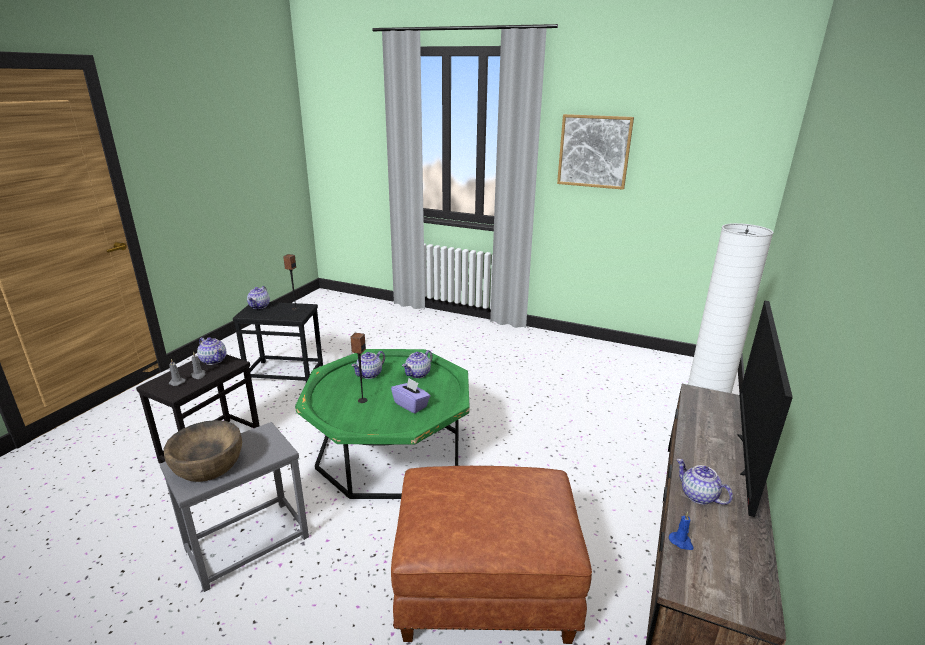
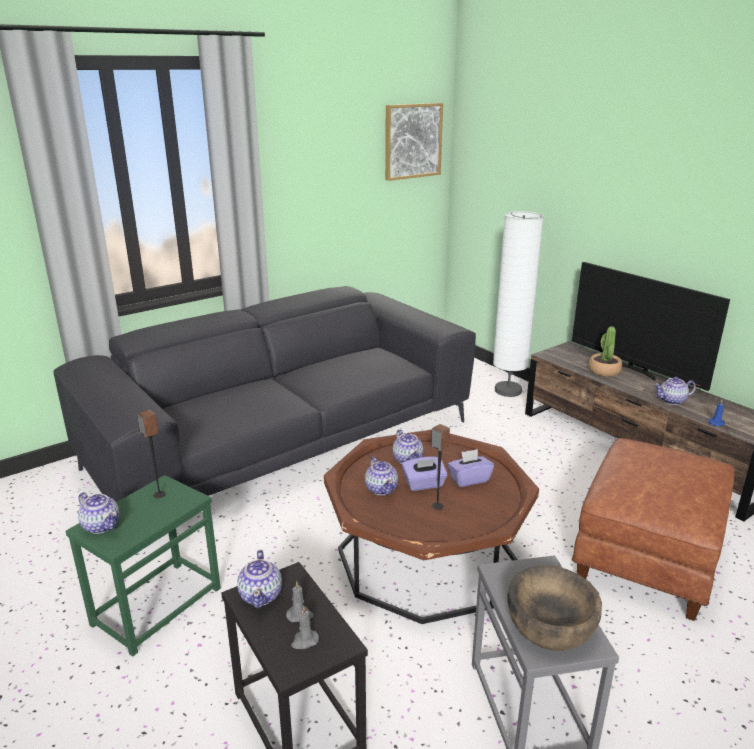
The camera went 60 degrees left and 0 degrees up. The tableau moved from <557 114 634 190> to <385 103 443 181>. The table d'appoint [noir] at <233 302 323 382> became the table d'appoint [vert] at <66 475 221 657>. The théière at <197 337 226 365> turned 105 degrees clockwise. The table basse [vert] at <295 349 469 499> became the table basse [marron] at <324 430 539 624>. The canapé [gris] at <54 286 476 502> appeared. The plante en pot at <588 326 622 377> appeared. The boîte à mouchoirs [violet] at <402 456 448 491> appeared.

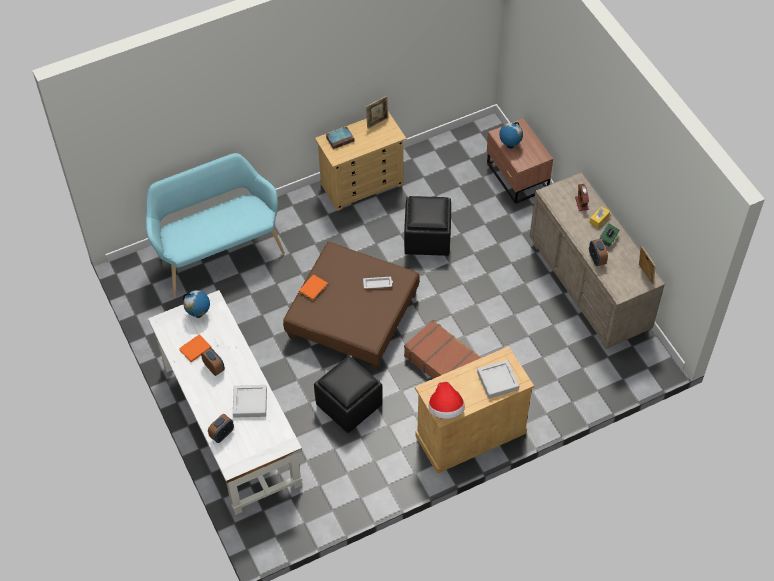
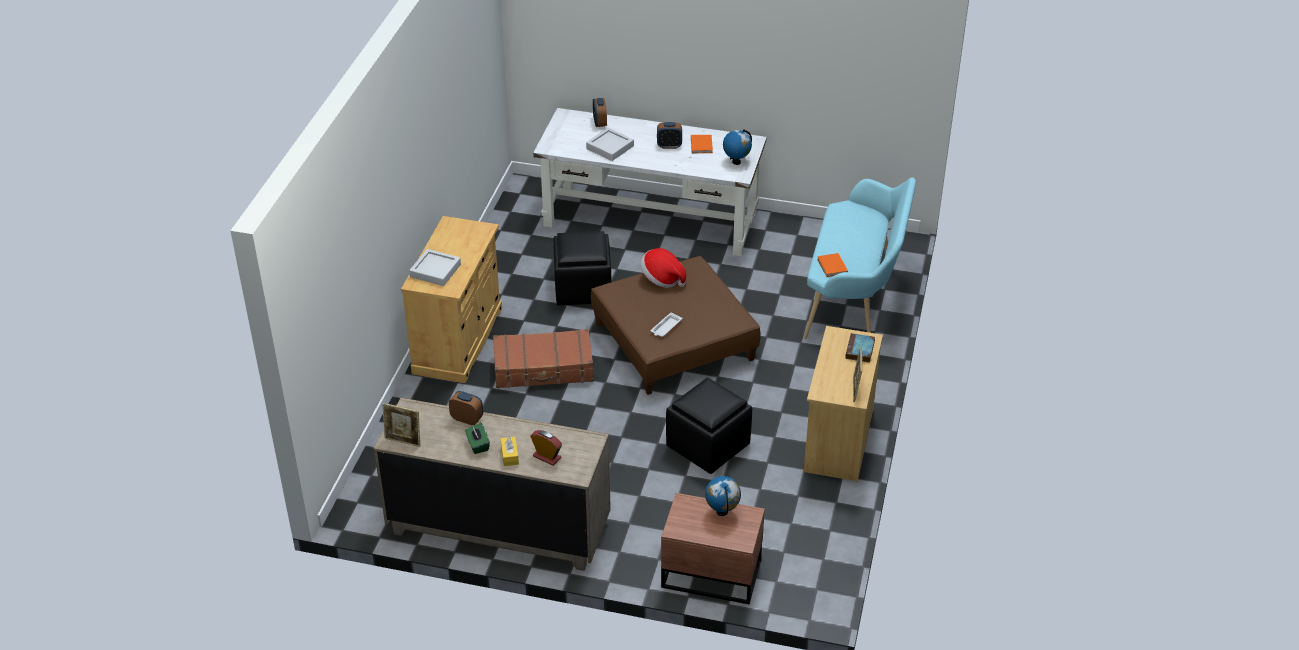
The camera went 130 degrees right and 15 degrees down. The livre [orange] moved from <299 274 328 301> to <817 253 848 277>. The chapeau moved from <429 382 465 419> to <641 248 686 288>.

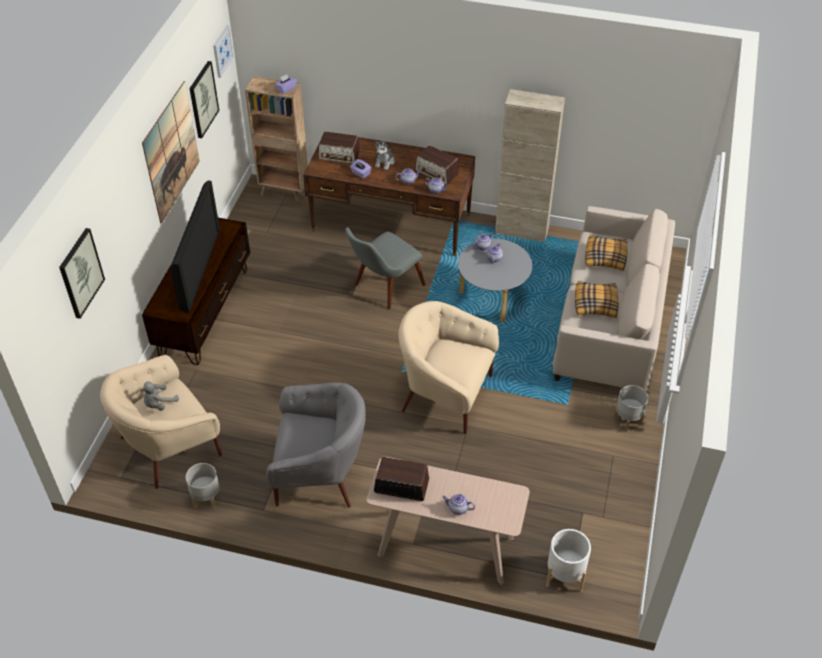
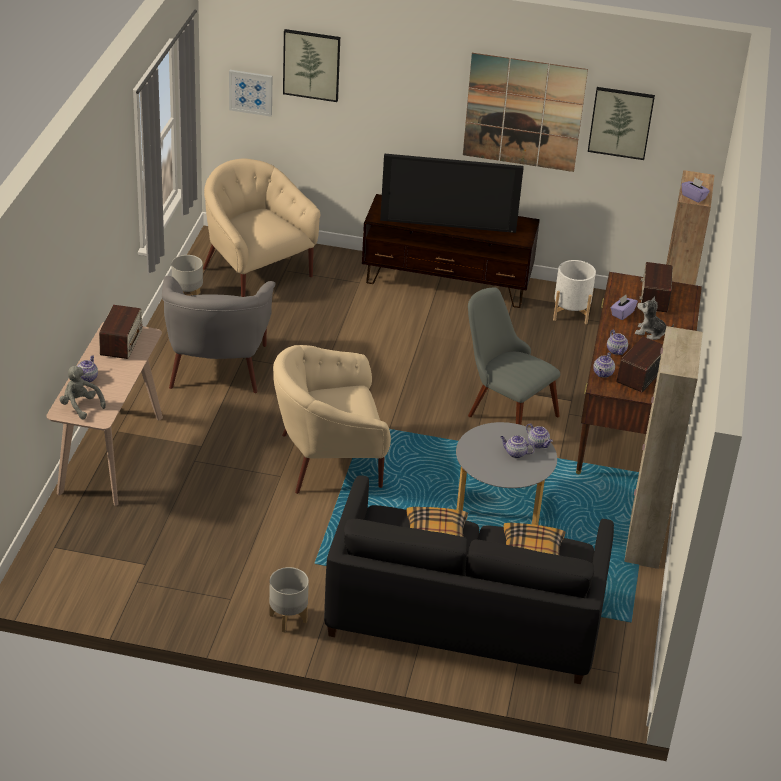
The camera went 85 degrees right and 10 degrees down. The tableau moved from <213 25 234 78> to <229 70 272 116>. The canapé [beige] at <553 206 675 391> became the canapé [noir] at <324 475 614 684>. The fauteuil [beige] at <398 301 499 434> turned 120 degrees counterclockwise. The peluche [gris] moved from <141 381 179 411> to <60 366 106 420>. The cache-pot [blanc] moved from <546 529 591 592> to <553 260 596 324>.

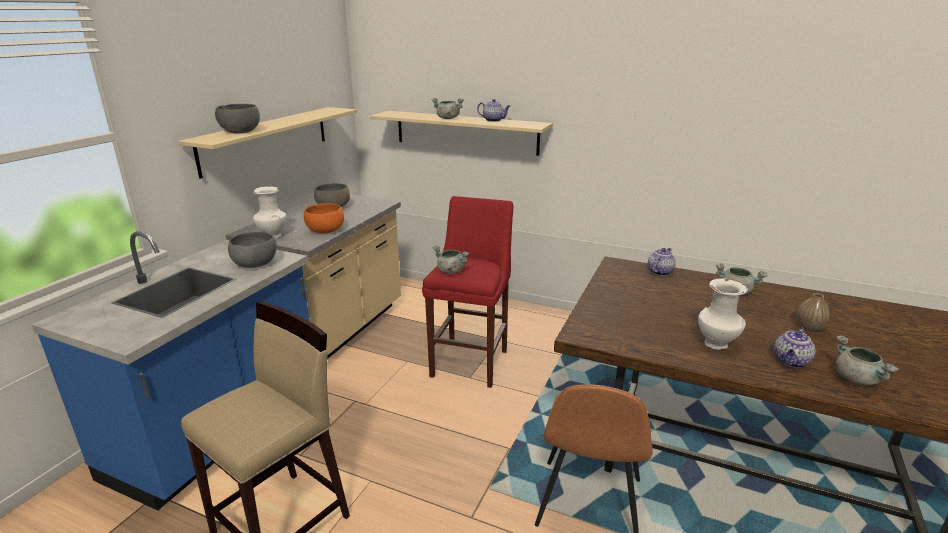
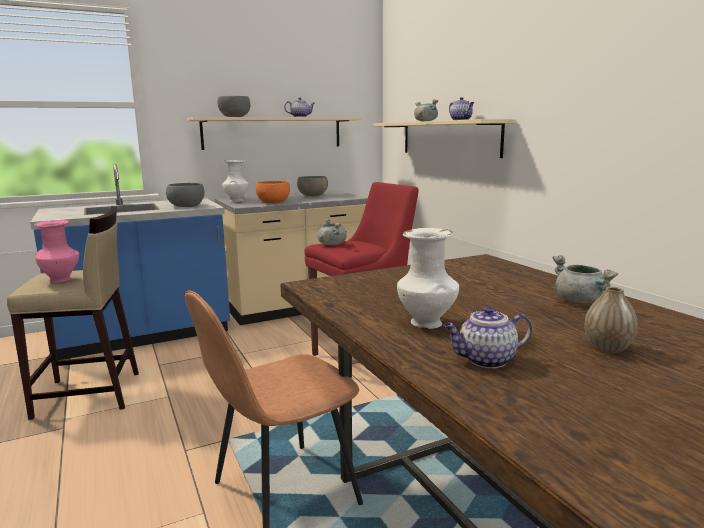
The camera went 40 degrees right and 10 degrees down. The théière moved from <648 248 676 276> to <284 98 315 117>. The marmite [gris] at <836 335 899 385> disappeared. The vase [rose] at <34 220 79 283> appeared.

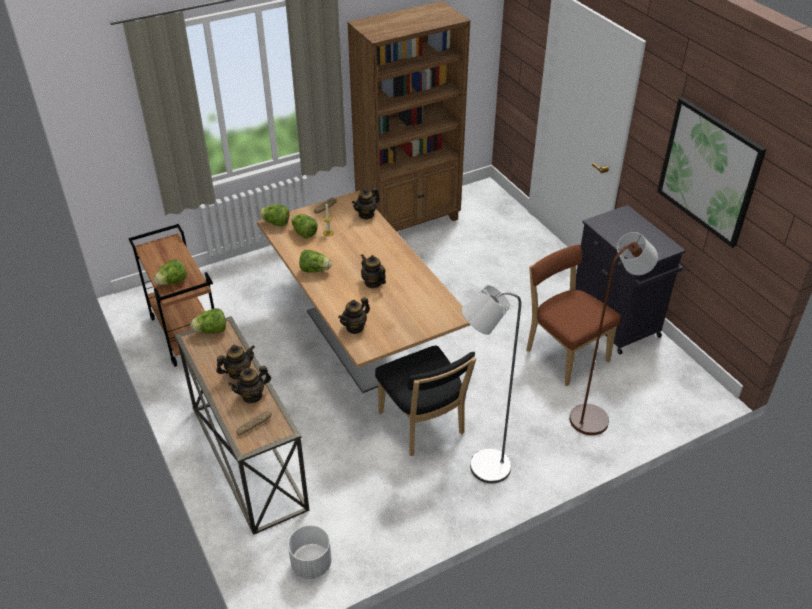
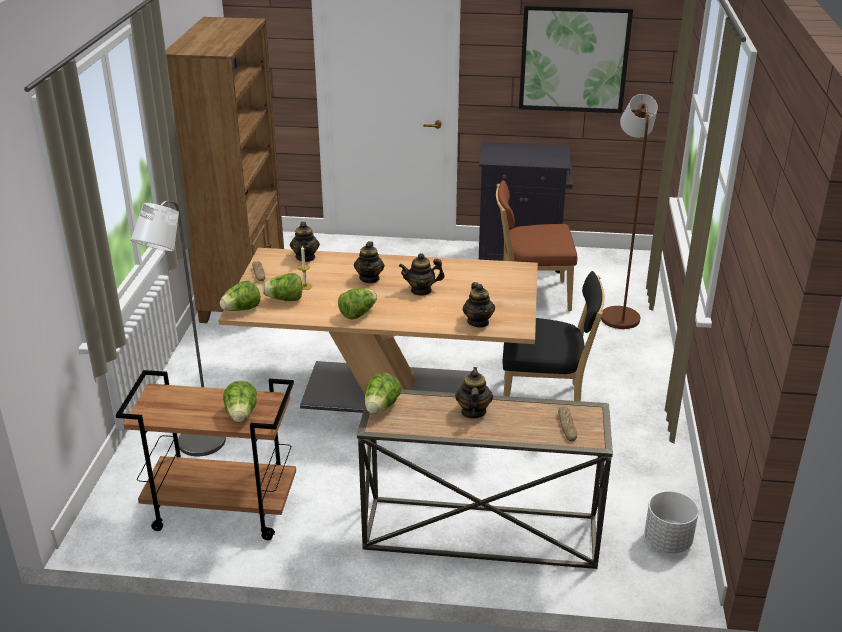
The camera went 55 degrees left and 10 degrees down. The lampadaire [gris] moved from <462 285 521 483> to <131 200 226 456>. The théière moved from <228 366 271 403> to <354 241 384 283>.

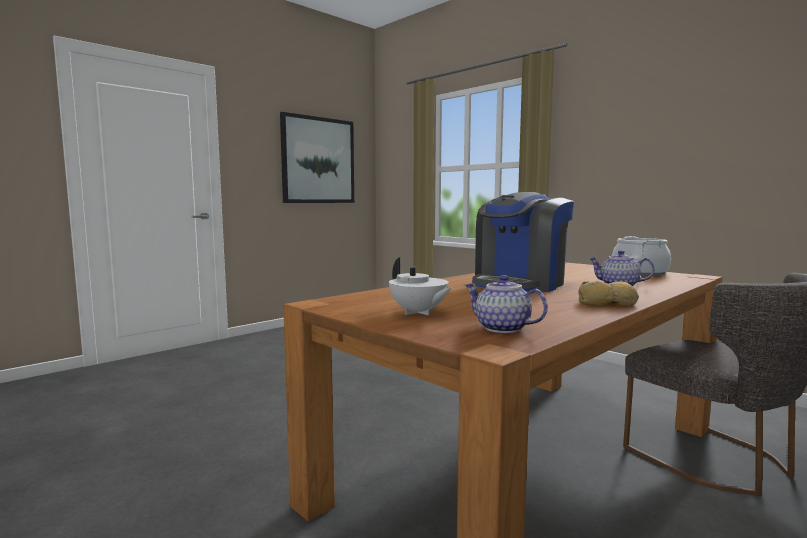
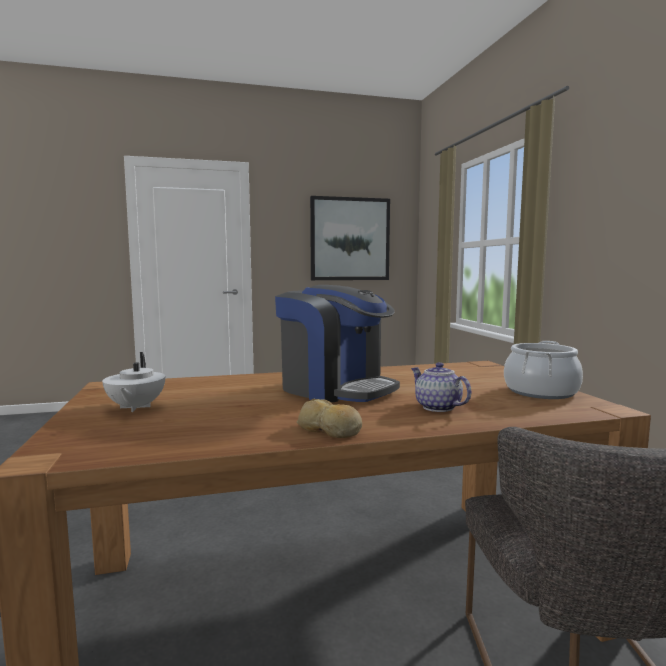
The camera went 30 degrees right and 0 degrees up. The machine à café at <472 192 575 292> turned 120 degrees counterclockwise. The théière at <465 275 548 333> disappeared.

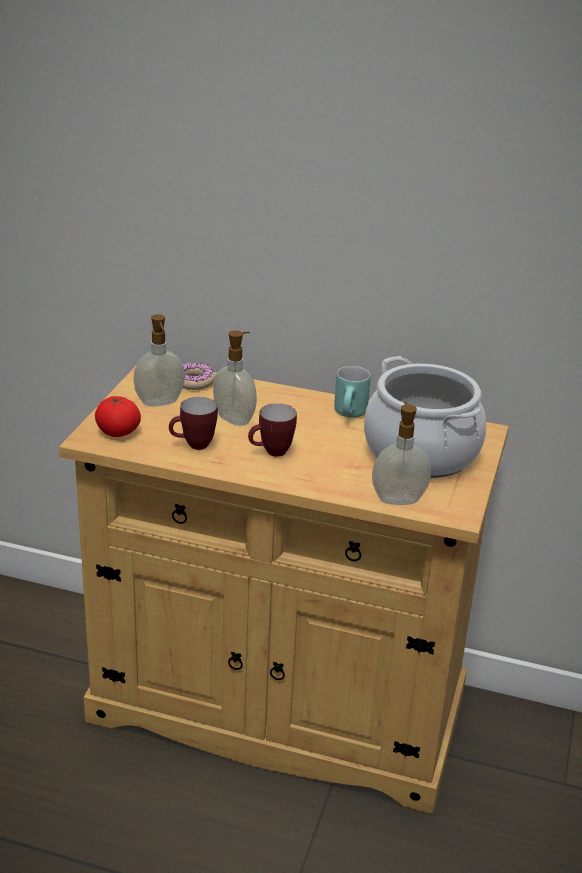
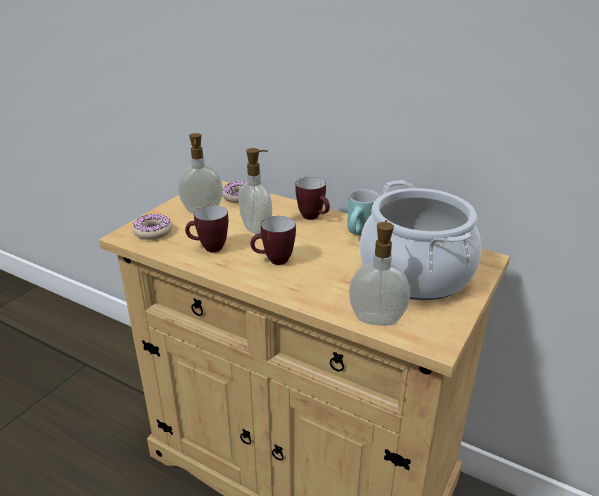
The camera went 15 degrees right and 0 degrees up. The tomate at <95 396 141 437> was replaced by the beignet at <132 214 172 240>. The mug at <295 177 330 220> appeared.

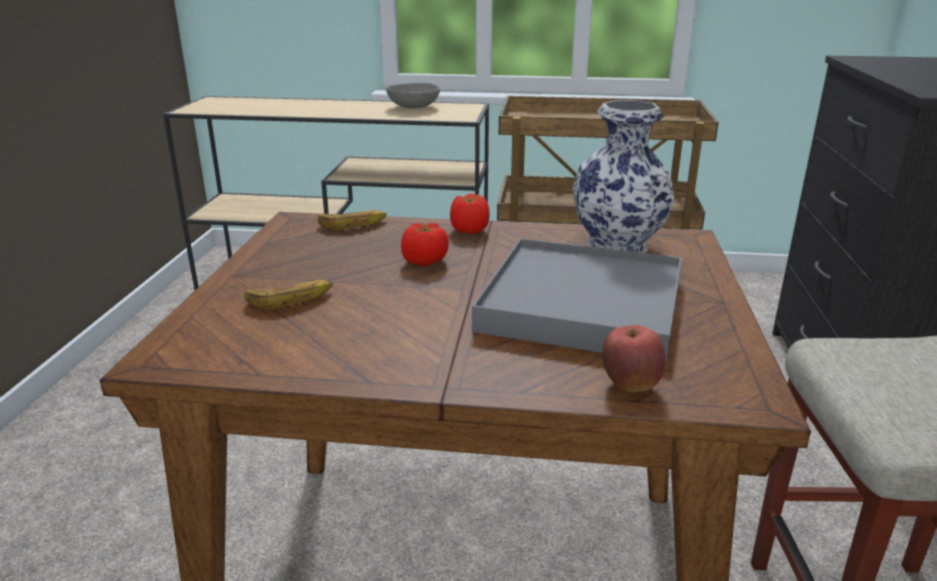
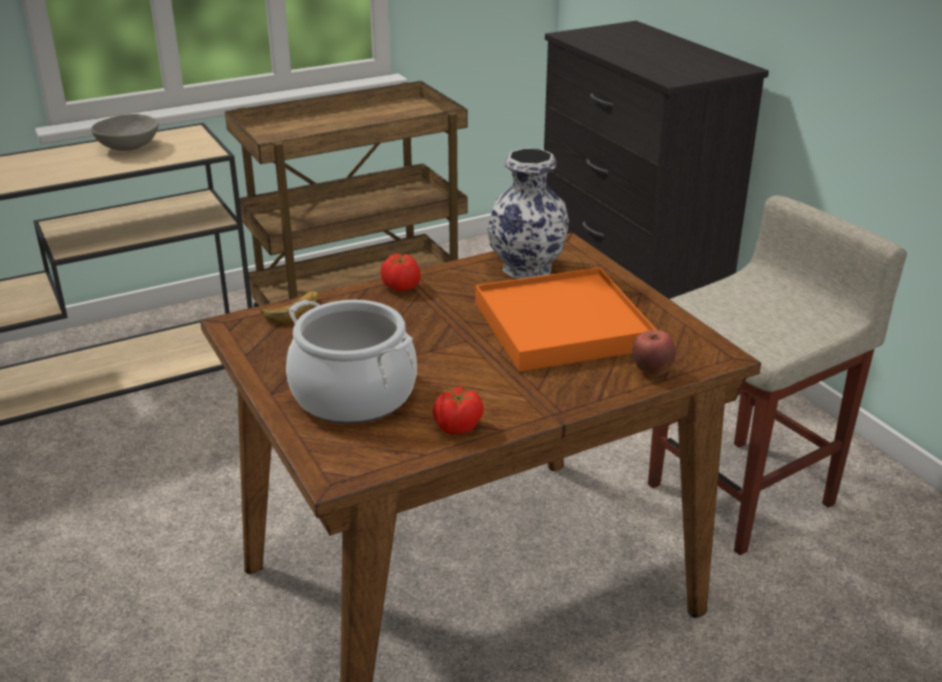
The camera went 35 degrees left and 5 degrees up. The tomate moved from <401 223 449 266> to <433 387 483 435>. The plateau [gris] at <472 238 682 363> became the plateau [orange] at <476 268 656 372>. The banane at <244 280 333 310> was replaced by the marmite at <286 300 417 424>.

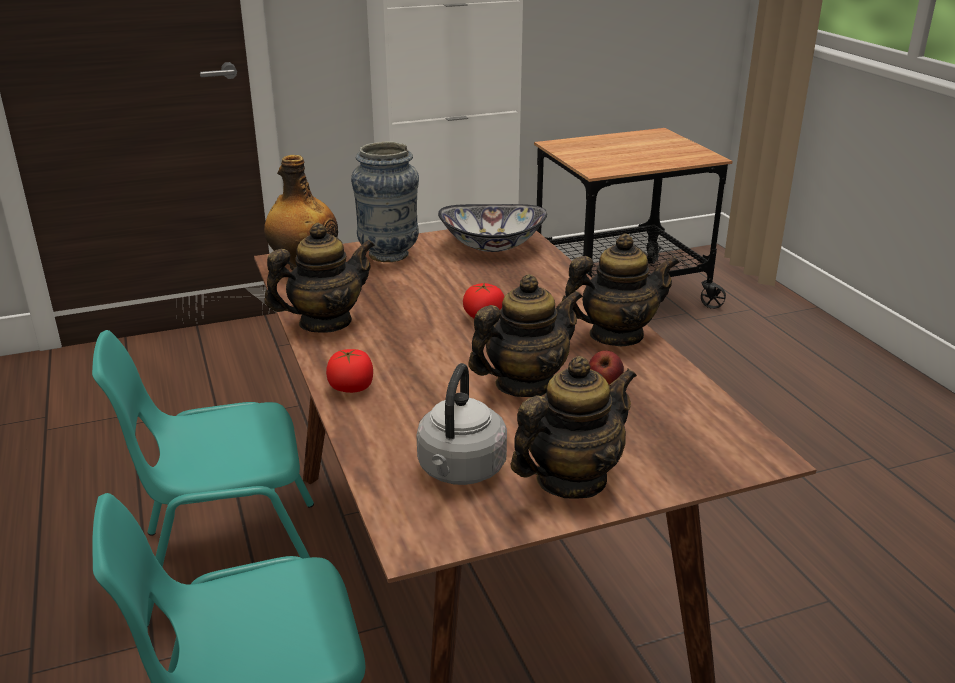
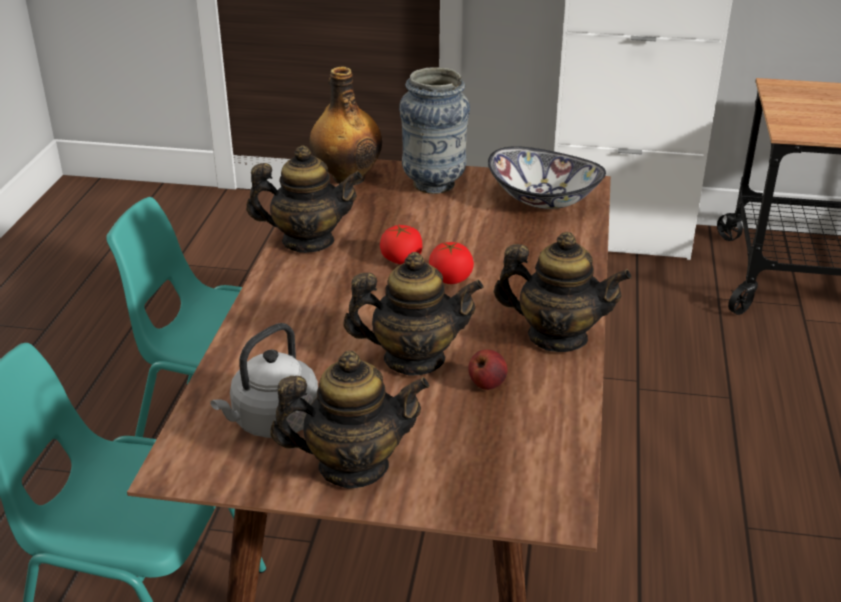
The camera went 30 degrees right and 5 degrees up. The tomate moved from <326 349 373 393> to <380 224 423 264>.

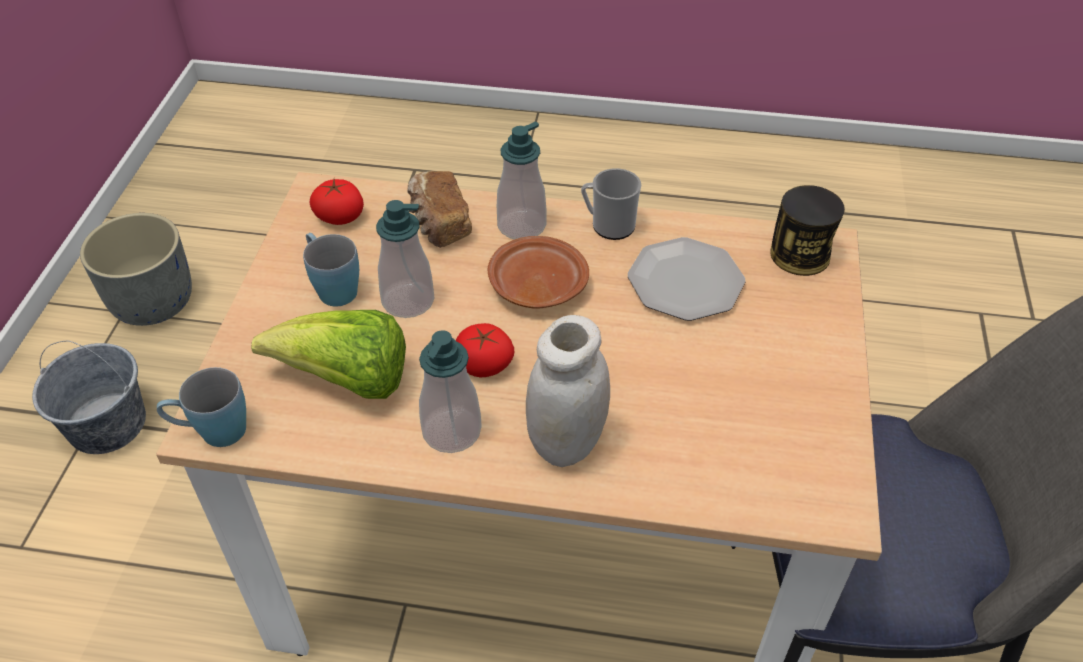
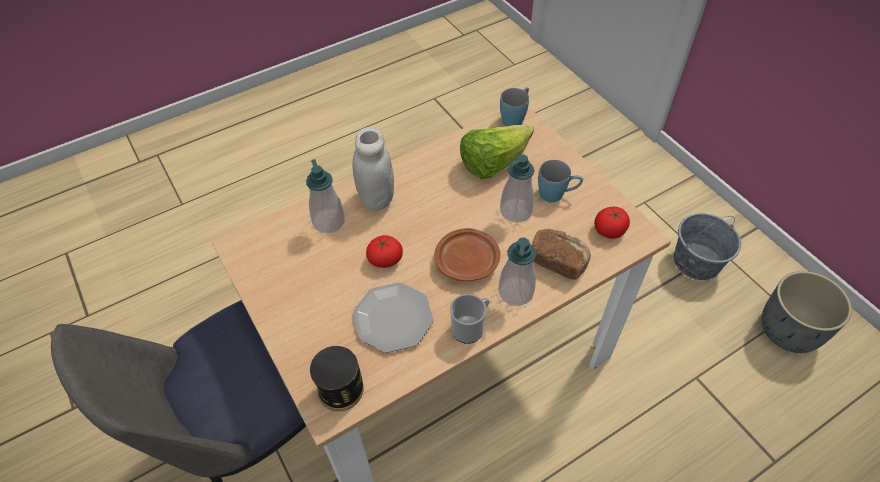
The camera went 140 degrees right and 5 degrees up. The tomate moved from <456 323 514 377> to <366 235 403 268>. The distributeur de savon moved from <419 330 482 453> to <306 159 345 233>.

